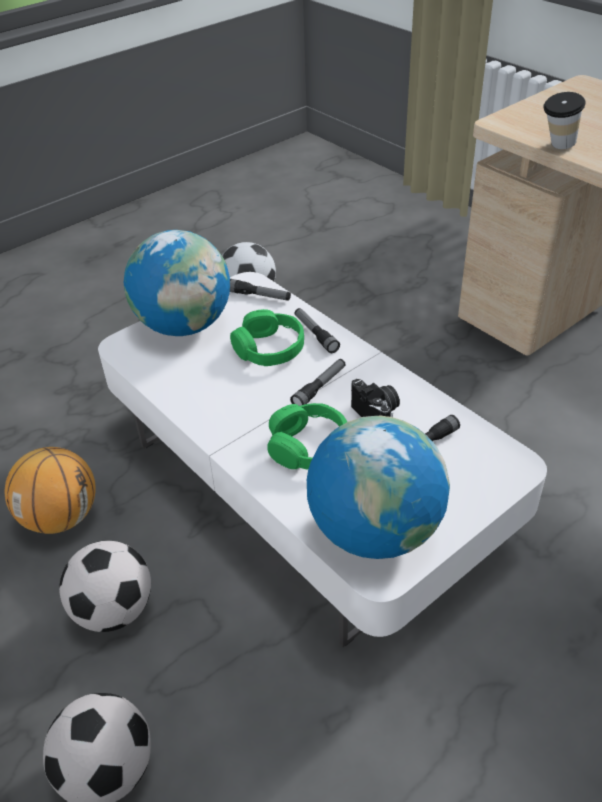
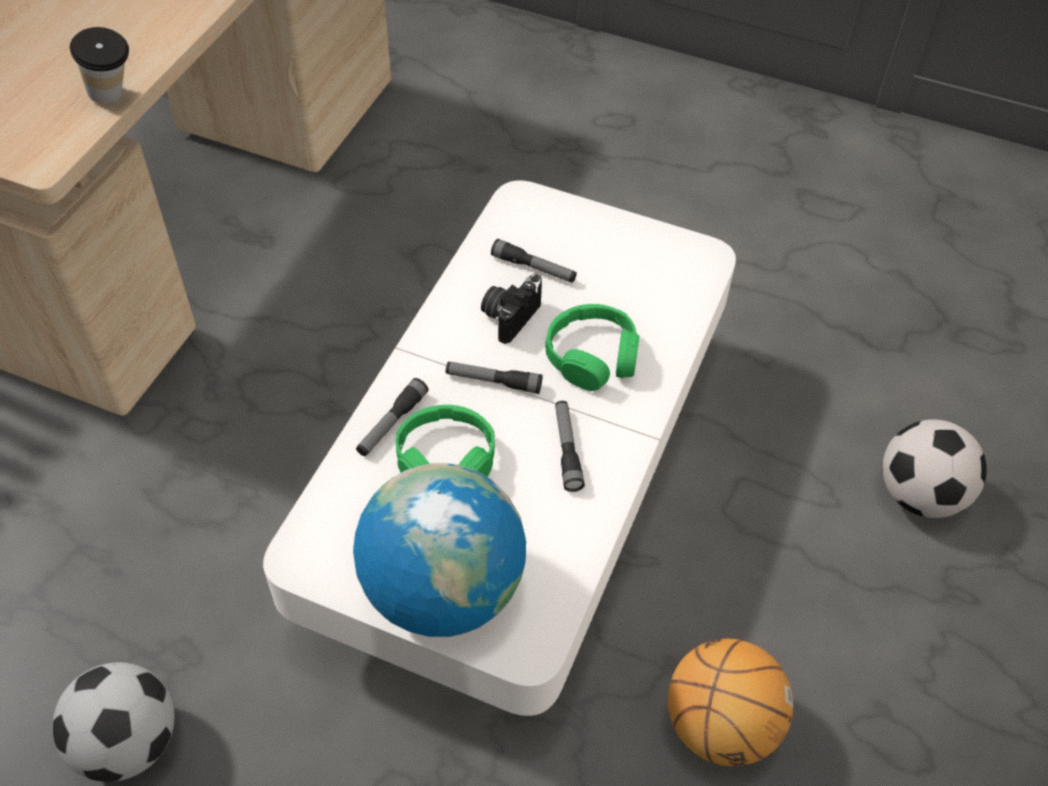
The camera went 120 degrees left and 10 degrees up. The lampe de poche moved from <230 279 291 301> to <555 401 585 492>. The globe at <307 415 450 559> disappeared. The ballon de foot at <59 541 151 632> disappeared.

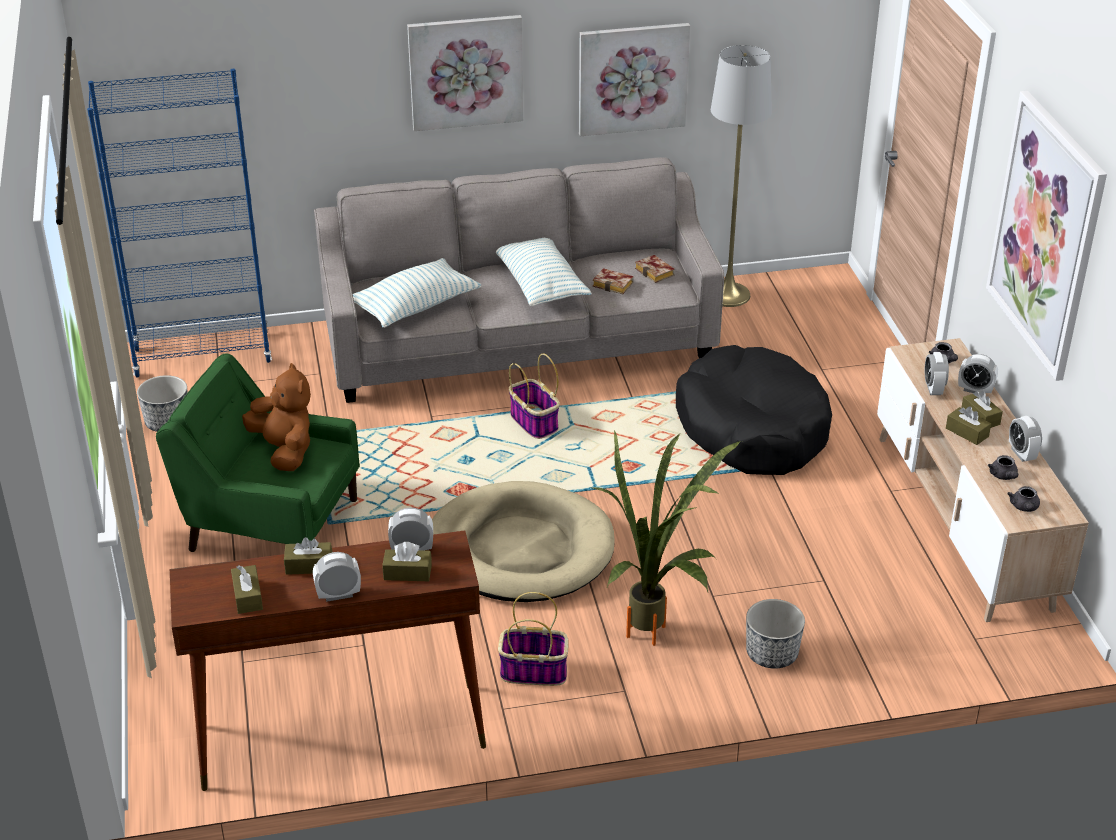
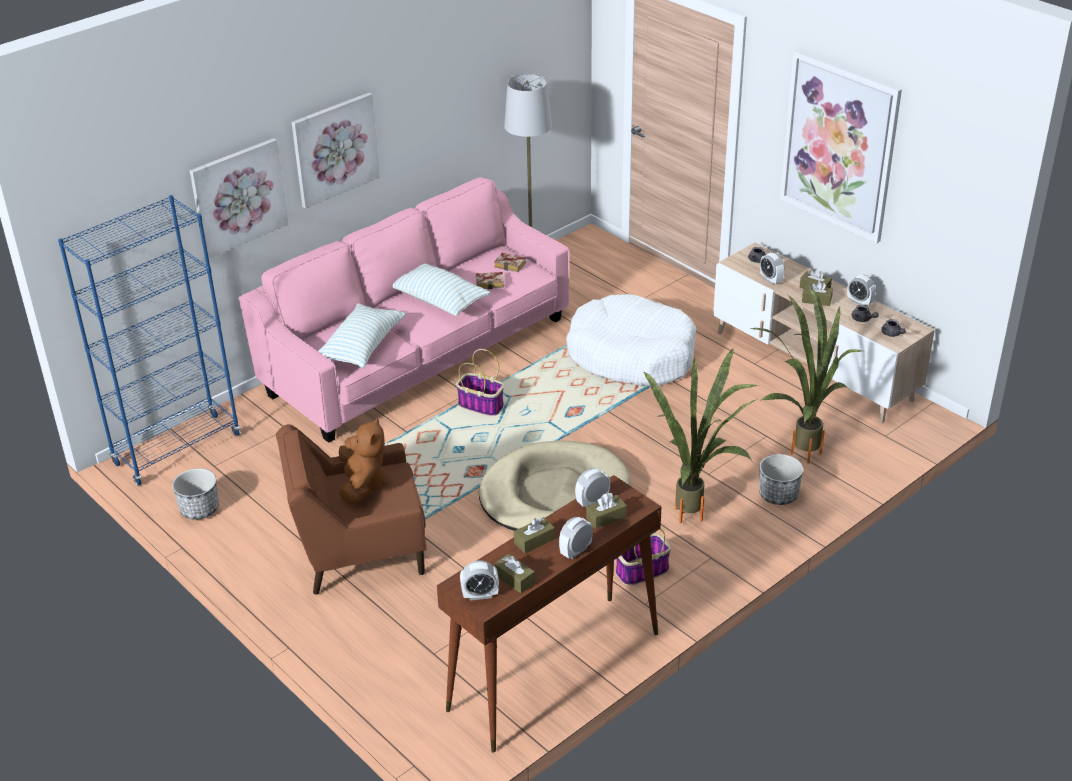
The camera went 30 degrees left and 0 degrees up. The tableau moved from <579 23 690 136> to <190 138 288 258>. The canapé [gris] at <314 157 724 403> became the canapé [rose] at <239 177 569 443>. The panier pour chien [noir] at <676 345 832 475> became the panier pour chien [blanc] at <566 294 696 386>. The fauteuil [vert] at <156 353 360 552> became the fauteuil [marron] at <276 424 427 595>. The réveil moved from <958 354 998 394> to <460 561 499 601>. The peluche [marron] at <242 363 311 471> turned 60 degrees clockwise. The plante en pot at <750 284 862 463> appeared.

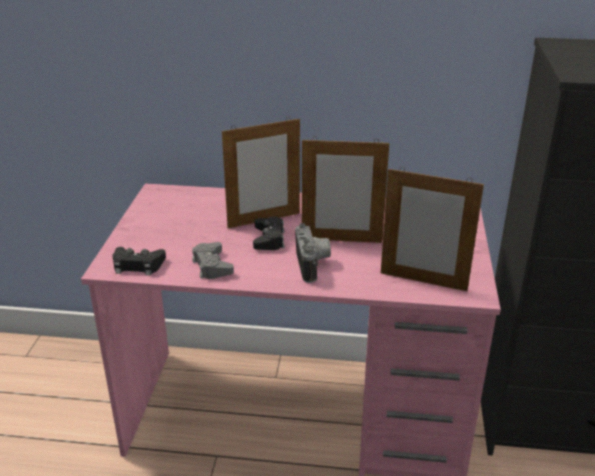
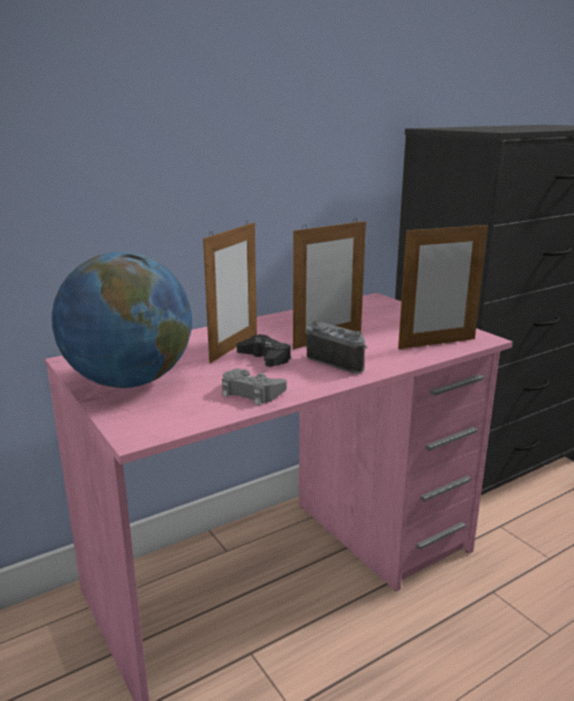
The camera went 40 degrees left and 10 degrees down. The manette [noir] at <112 247 166 276> disappeared. The globe at <52 252 192 388> appeared.

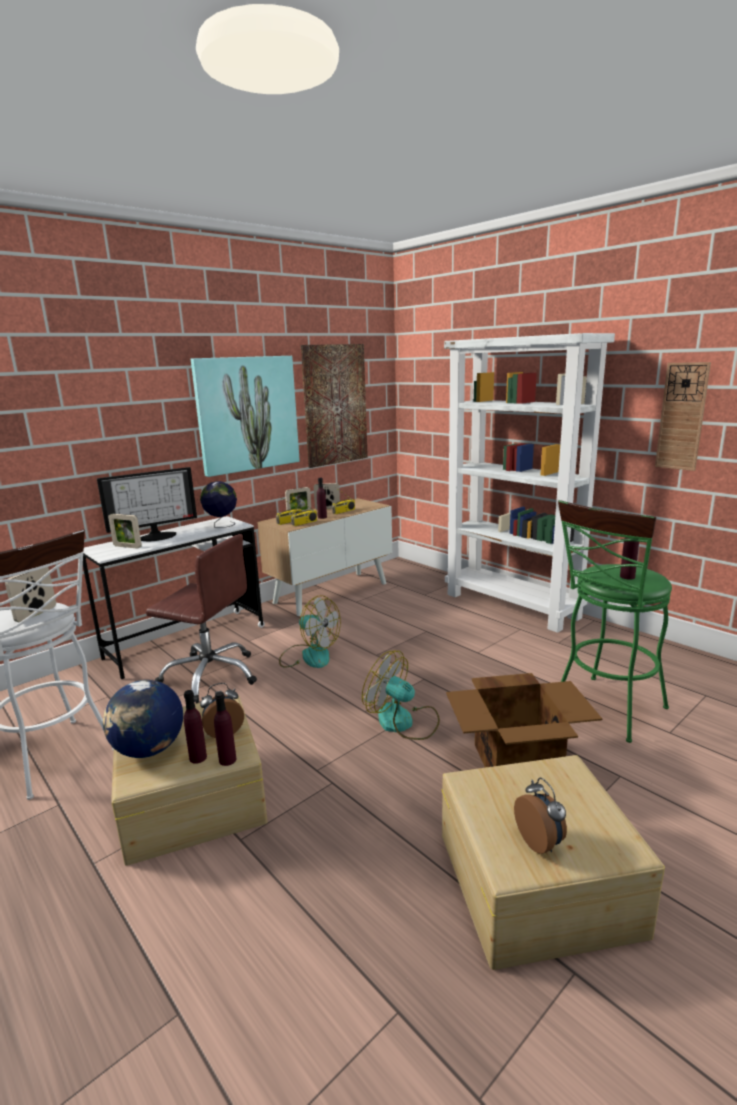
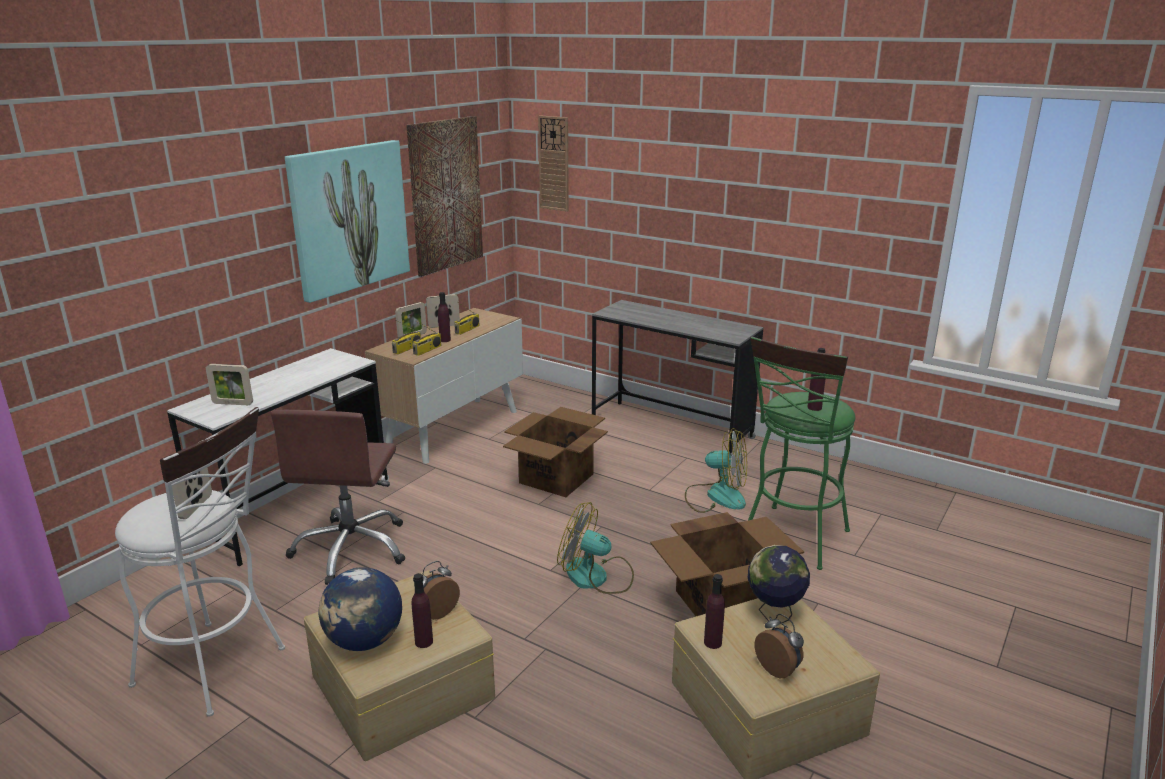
The camera went 15 degrees left and 5 degrees up. The bibliothèque [blanc] at <444 333 615 633> was replaced by the bureau [gris] at <592 300 763 457>. The horloge murale moved from <655 362 711 471> to <538 115 569 212>. The écran d'ordinateur at <97 467 197 541> disappeared. The globe moved from <200 481 237 528> to <748 545 810 624>. The chaise de bureau [marron] at <146 534 257 704> turned 90 degrees clockwise. The ventilateur moved from <279 595 341 668> to <685 428 747 513>. The bouteille [violet] moved from <214 692 236 766> to <704 574 725 649>. The carton at <503 407 608 497> appeared.

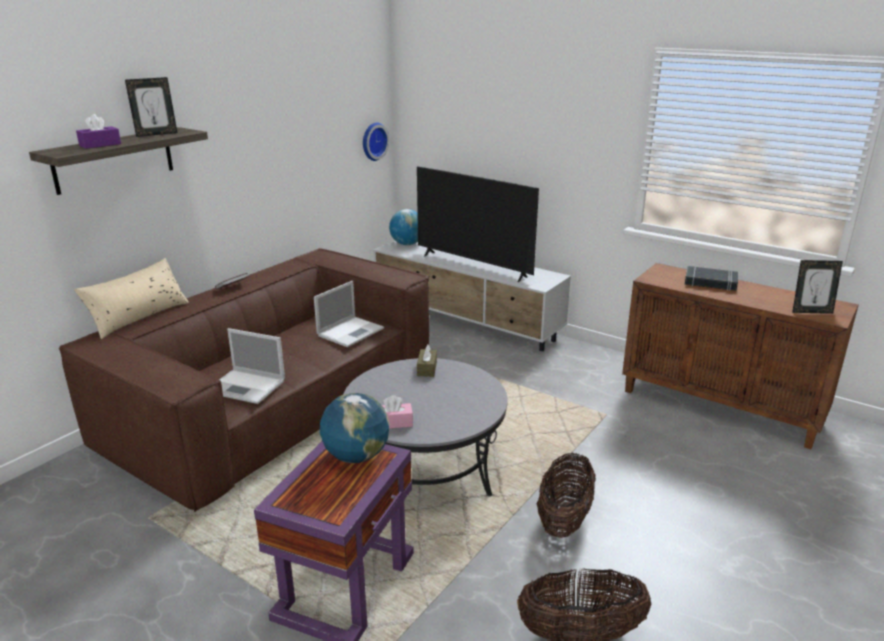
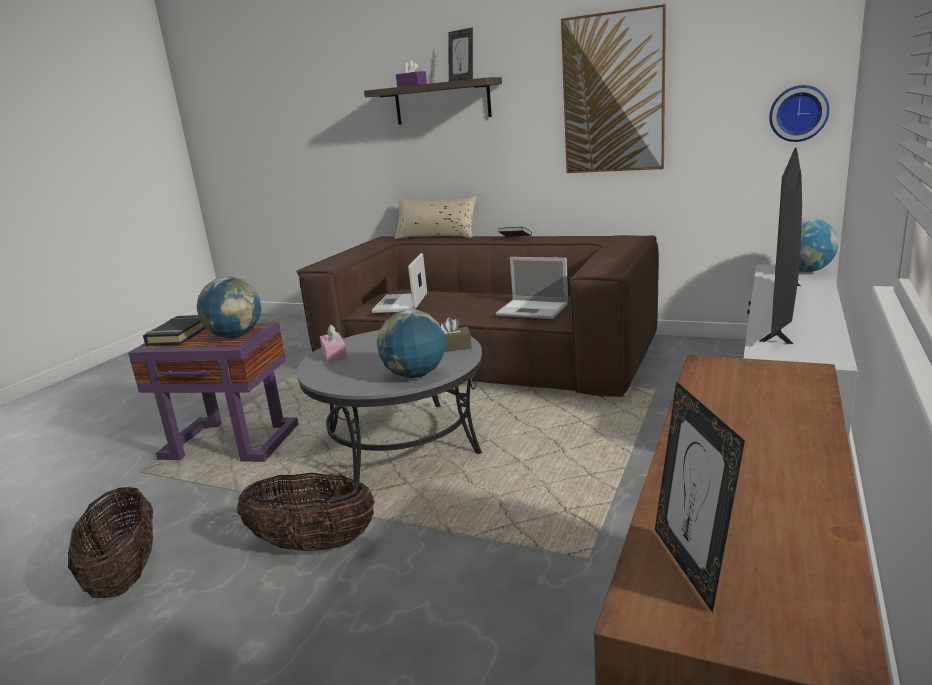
The camera went 80 degrees right and 5 degrees down. The livre [noir] moved from <685 266 738 291> to <143 315 206 346>. The tableau at <561 4 666 173> appeared. The globe at <377 309 446 378> appeared.

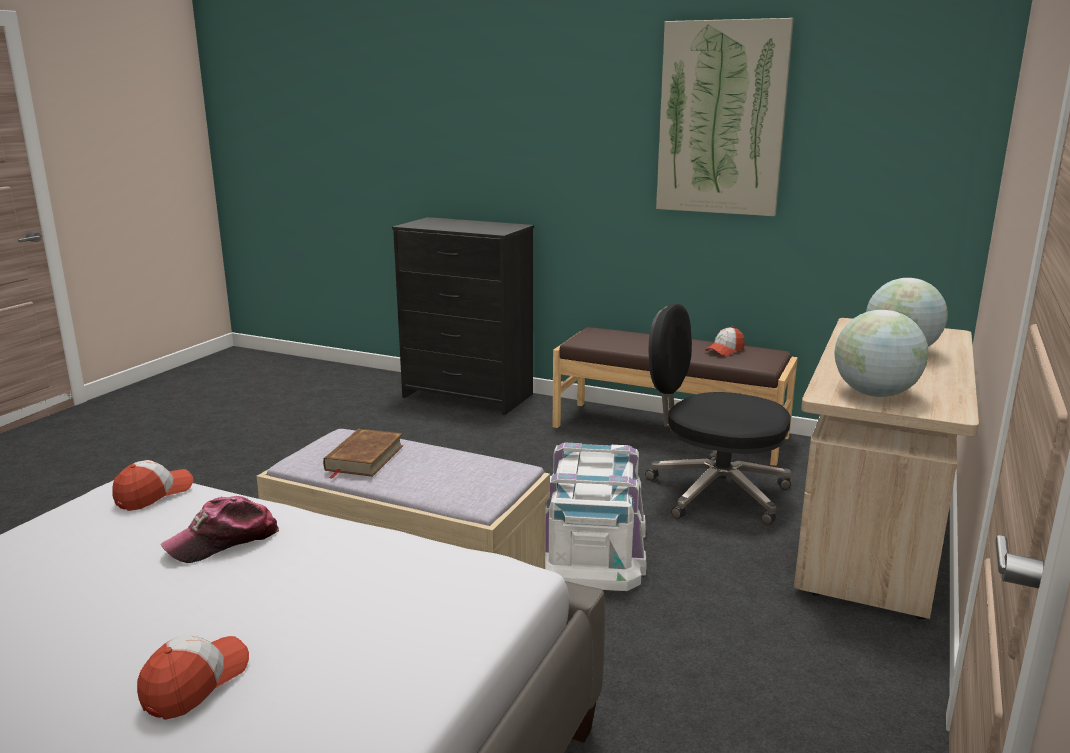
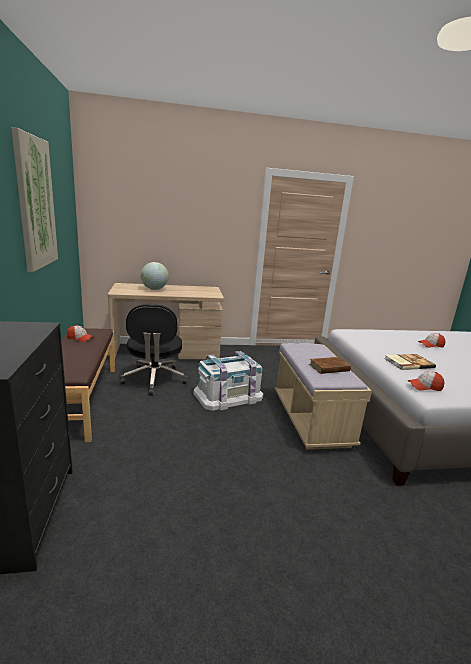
The camera went 125 degrees left and 0 degrees up. The globe at <835 310 929 397> disappeared. The casquette at <161 496 279 563> was replaced by the livre at <384 354 436 370>.

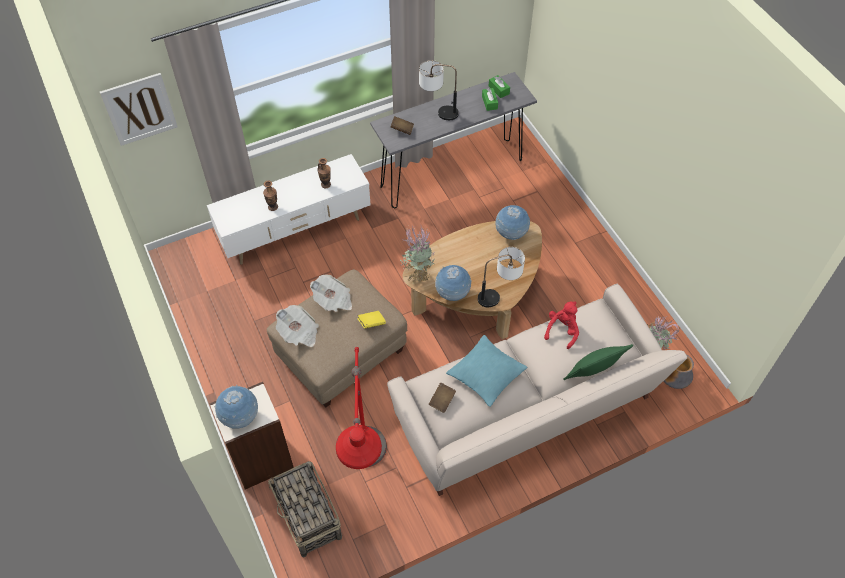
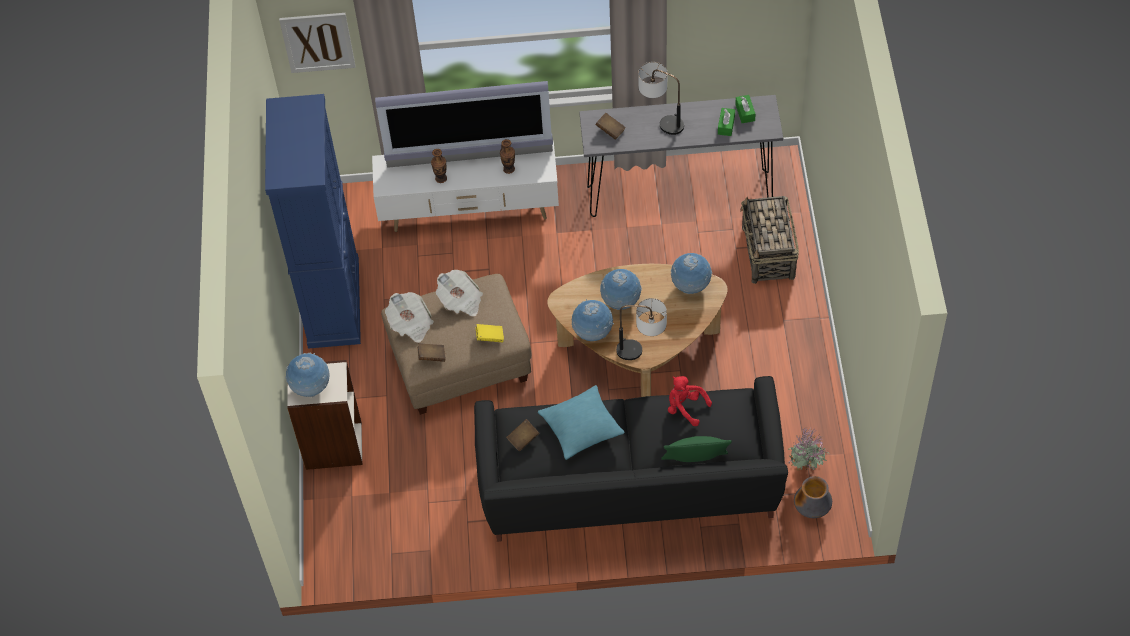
The camera went 25 degrees right and 0 degrees up. The plante en pot at <400 225 435 283> disappeared. The canapé [beige] at <387 284 687 496> became the canapé [noir] at <474 376 788 542>. The peluche [rouge] at <544 302 579 349> turned 105 degrees counterclockwise. The lampadaire [rouge] at <336 347 387 469> disappeared. The panier moved from <268 461 342 558> to <740 196 799 284>. The téléviseur at <375 81 553 168> appeared. The meuble de rangement [bleu] at <265 94 361 349> appeared. The globe at <600 269 642 310> appeared. The livre [marron] at <417 343 446 362> appeared.

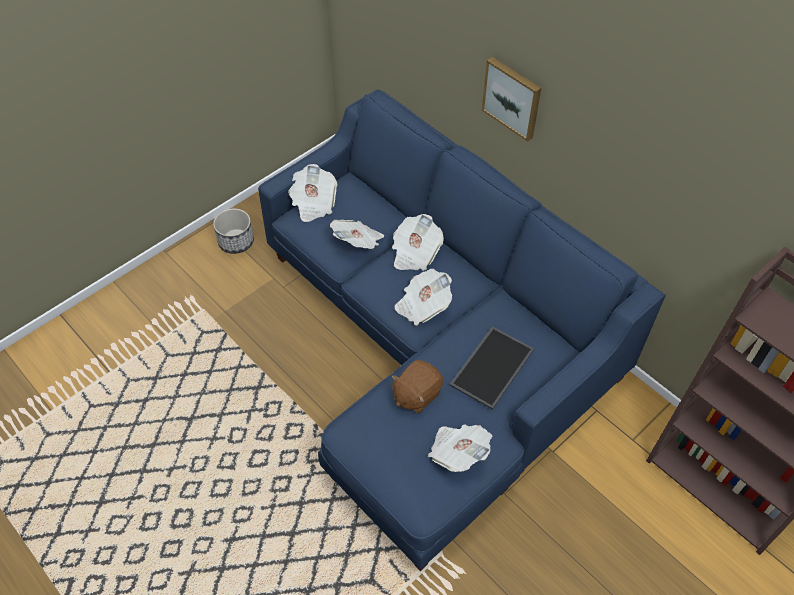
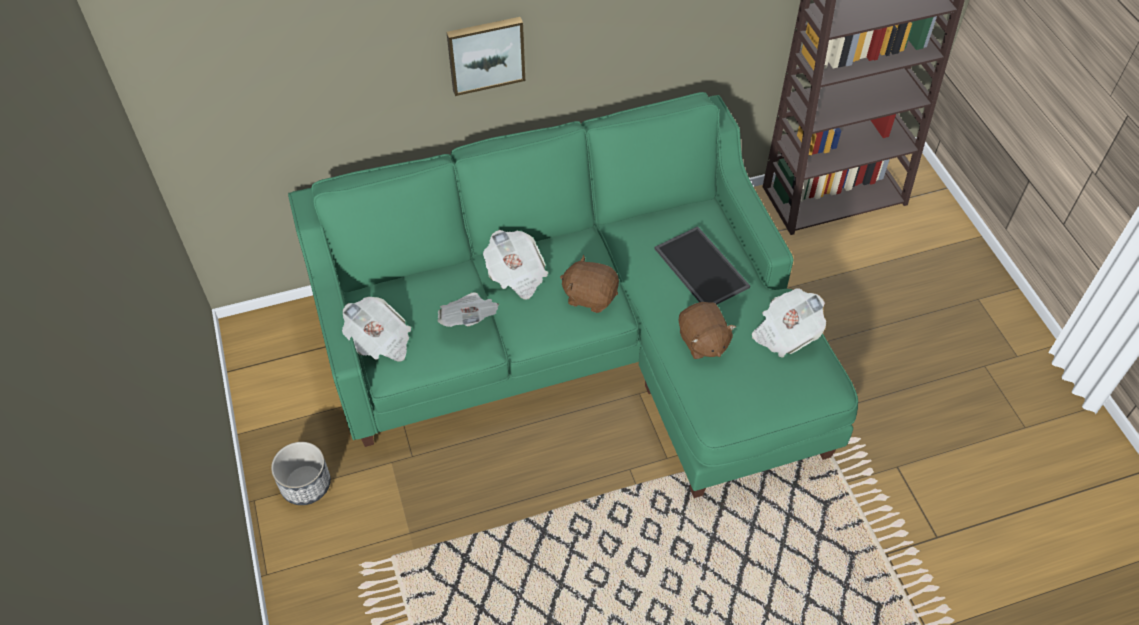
The camera went 65 degrees left and 0 degrees up. The canapé [bleu] at <258 90 666 571> became the canapé [vert] at <288 92 858 498>. The journal at <395 269 452 326> was replaced by the peluche [marron] at <560 255 619 313>.

